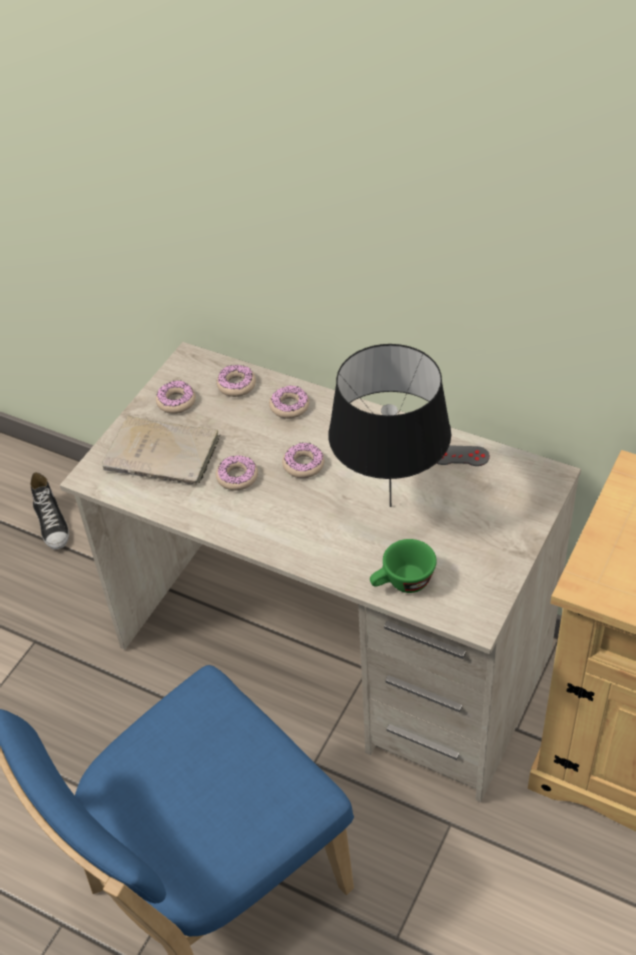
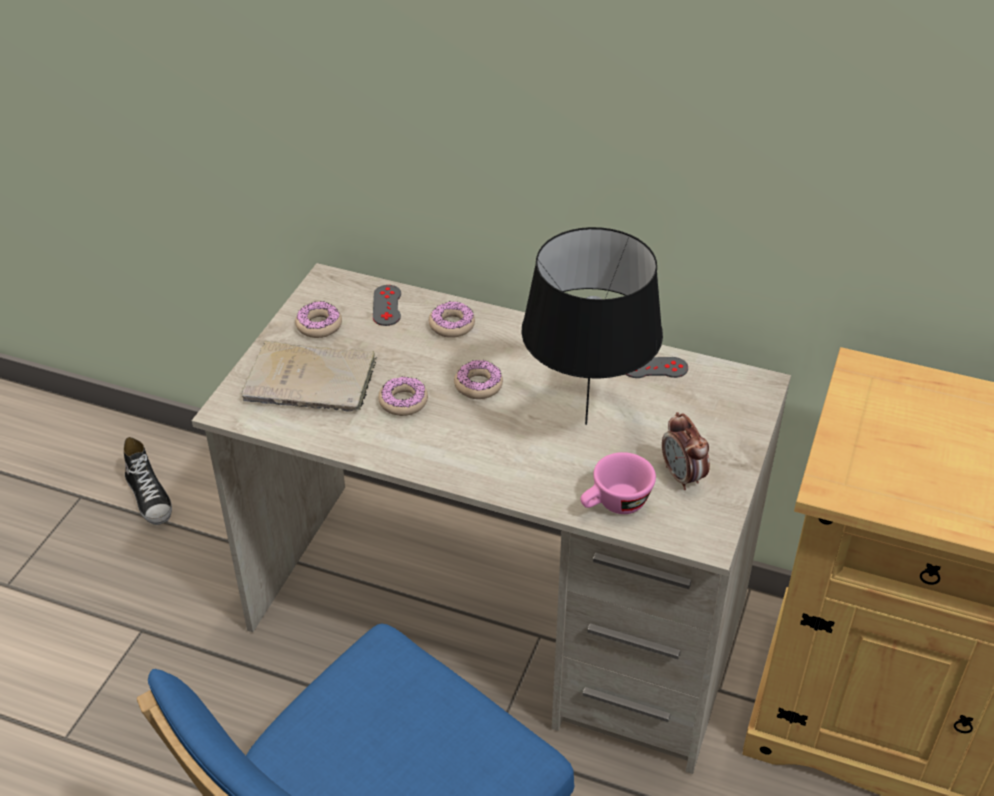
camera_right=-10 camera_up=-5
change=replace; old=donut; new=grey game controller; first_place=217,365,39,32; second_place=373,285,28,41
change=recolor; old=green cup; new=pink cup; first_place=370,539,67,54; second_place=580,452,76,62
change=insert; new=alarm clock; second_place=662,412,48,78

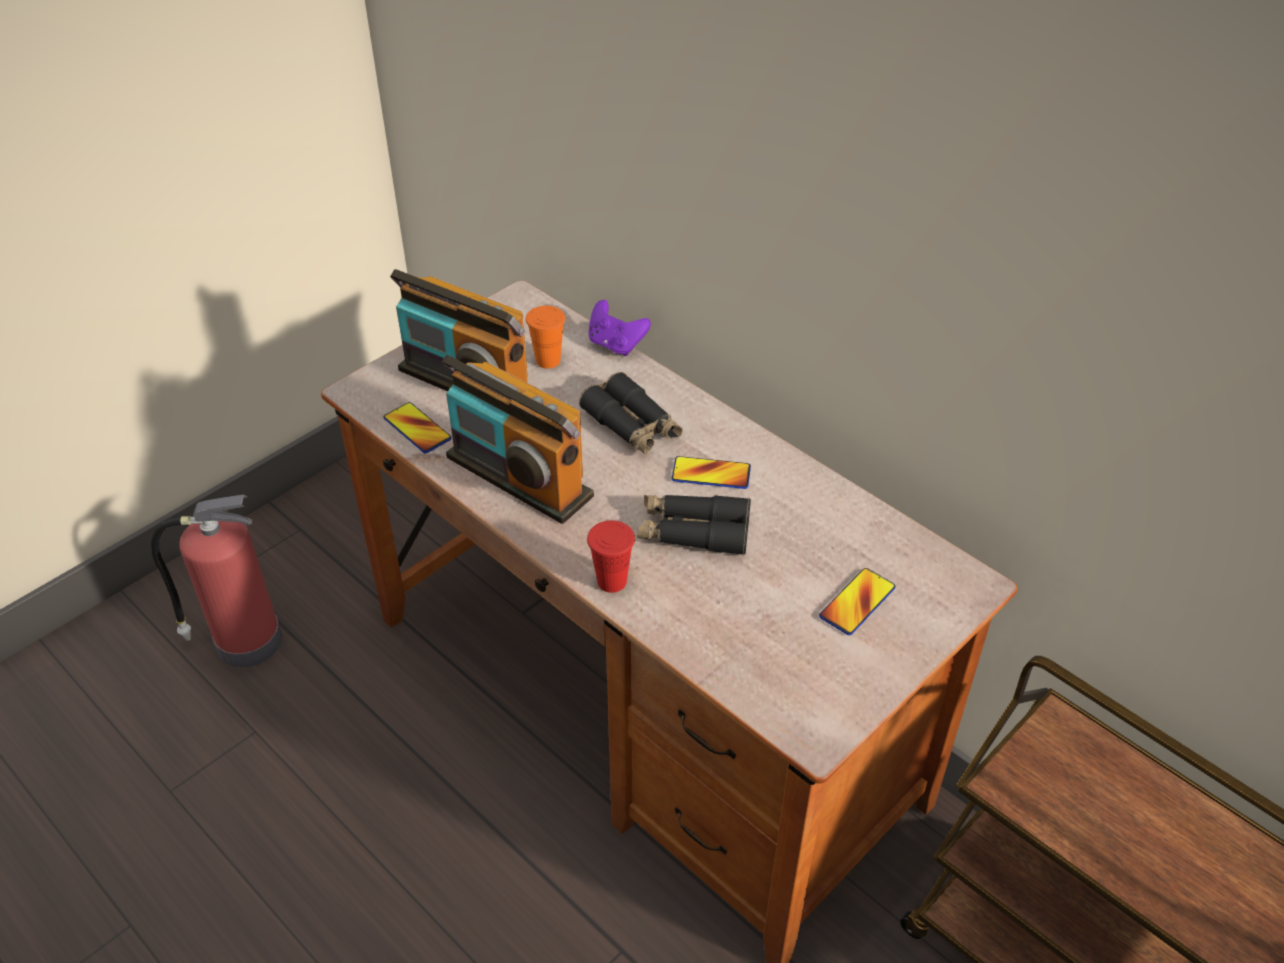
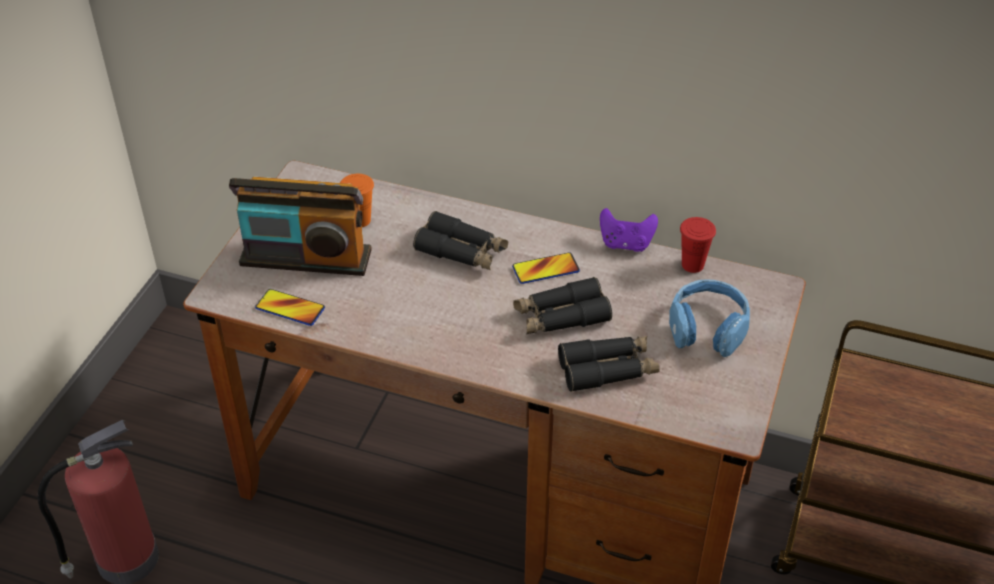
camera_right=-25 camera_up=0
change=move; old=purple game controller; first_place=588,300,63,56; second_place=600,208,58,44
change=delete; old=radio; first_place=442,355,152,169
change=move; old=red cup; first_place=587,520,48,73; second_place=680,217,36,56
change=replace; old=phone; new=blue headphones; first_place=819,568,77,67; second_place=669,279,81,78
change=insert; new=black binoculars; second_place=558,336,102,56

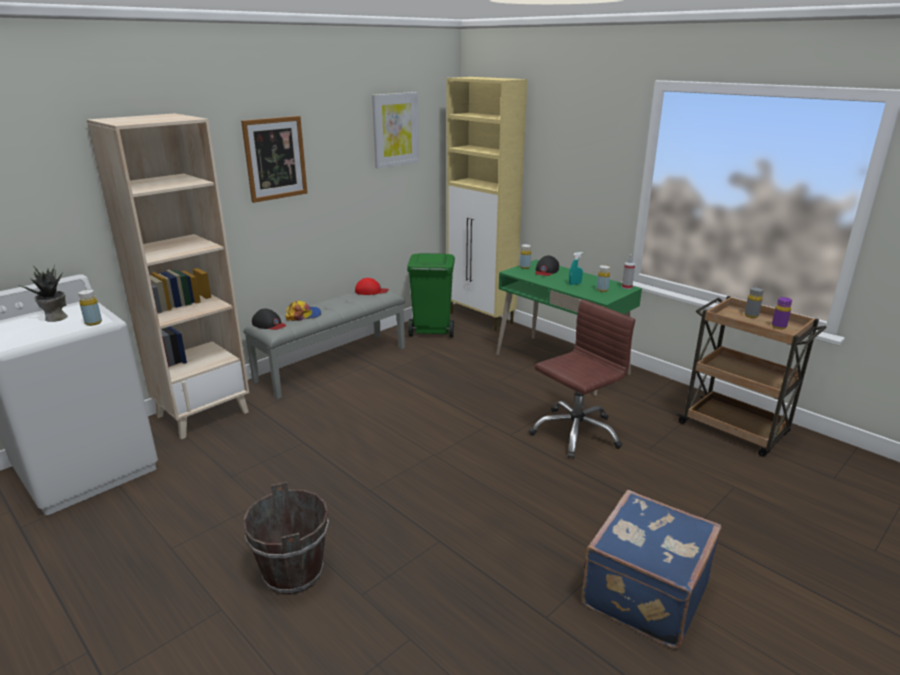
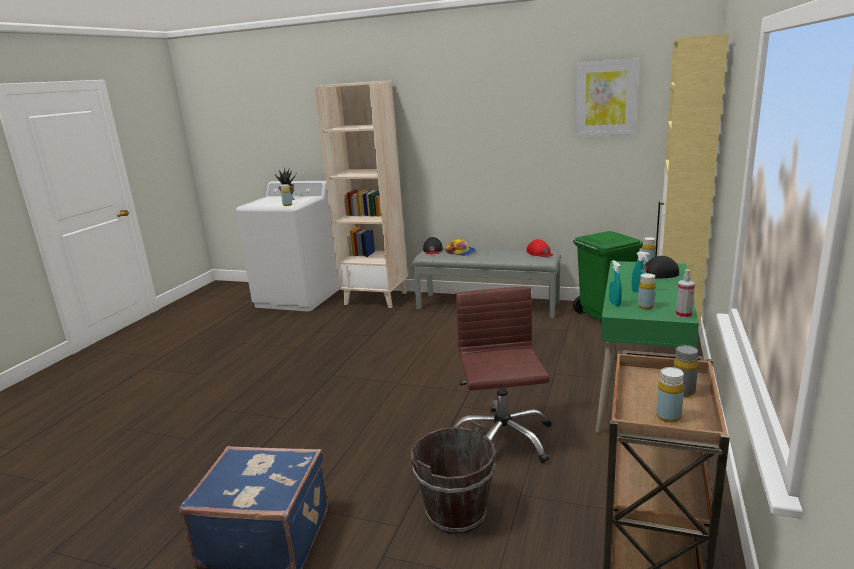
camera_right=65 camera_up=-5
change=delete; old=picture; first_place=241,116,67,87
change=recolor; old=purple bottle; new=yellow bottle; first_place=772,297,20,32; second_place=656,367,28,56
change=rotate; old=brown office chair; first_place=529,299,106,160; second_place=454,286,98,177; degrees=-120
change=move; old=brown bucket; first_place=243,482,86,113; second_place=411,421,85,113
change=insert; new=turquoise spray bottle; second_place=609,260,13,47

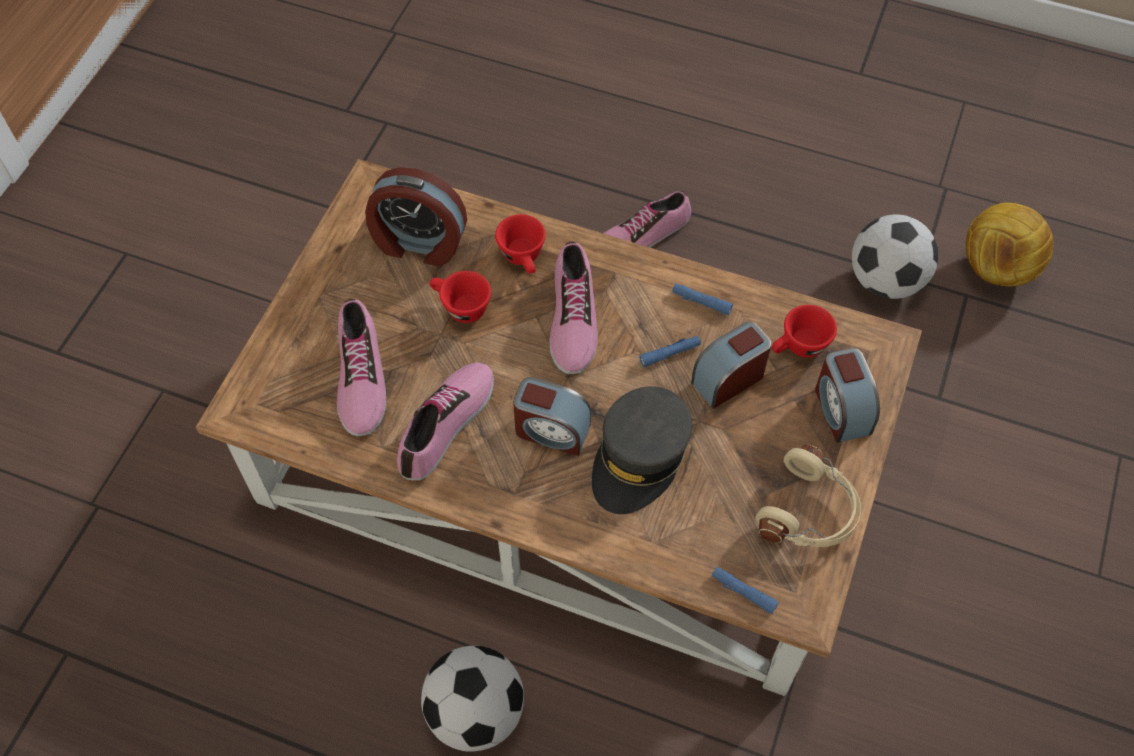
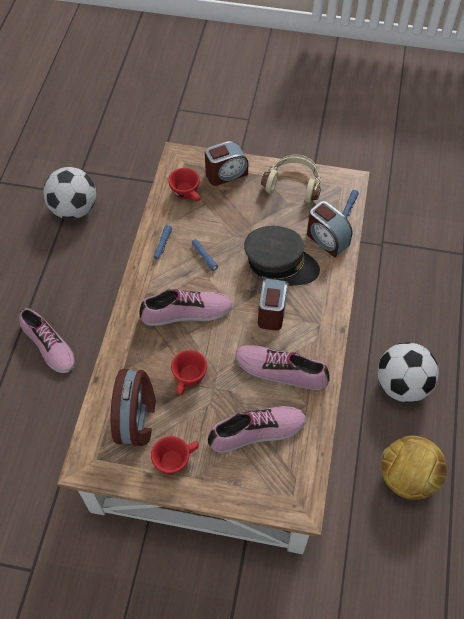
camera_right=-100 camera_up=0
change=move; old=football; first_place=966,202,87,85; second_place=382,435,65,65
change=move; old=red cup; first_place=495,214,51,60; second_place=151,436,48,39
change=move; old=alarm clock; first_place=691,322,81,87; second_place=307,201,46,57

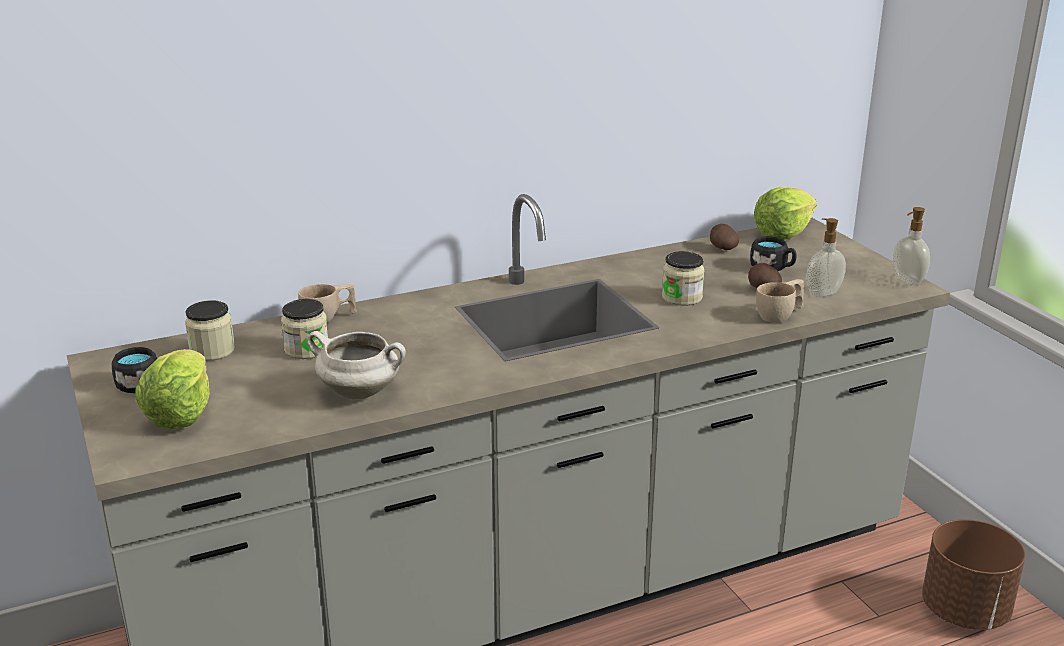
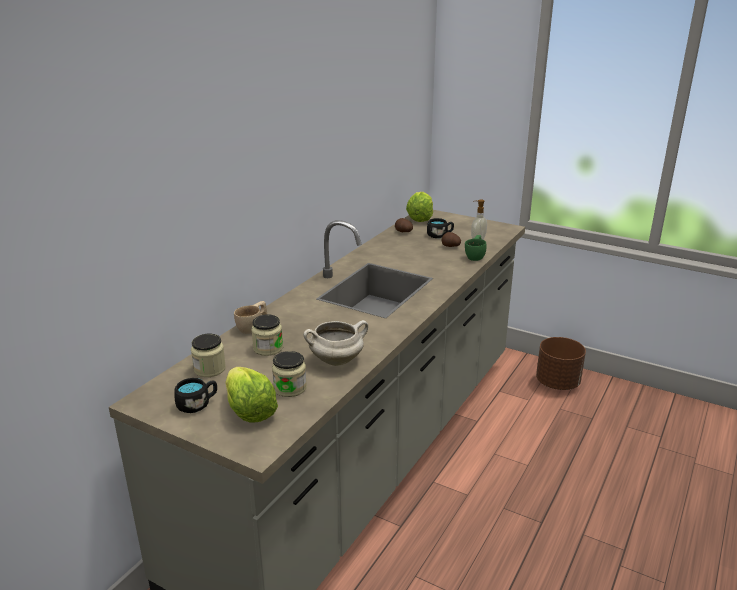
camera_right=-35 camera_up=0
change=delete; old=soap dispenser; first_place=893,207,37,78
change=move; old=jar; first_place=662,251,43,55; second_place=272,351,35,46
change=recolor; old=beige cup; new=green cup; first_place=756,279,48,44; second_place=465,235,21,26

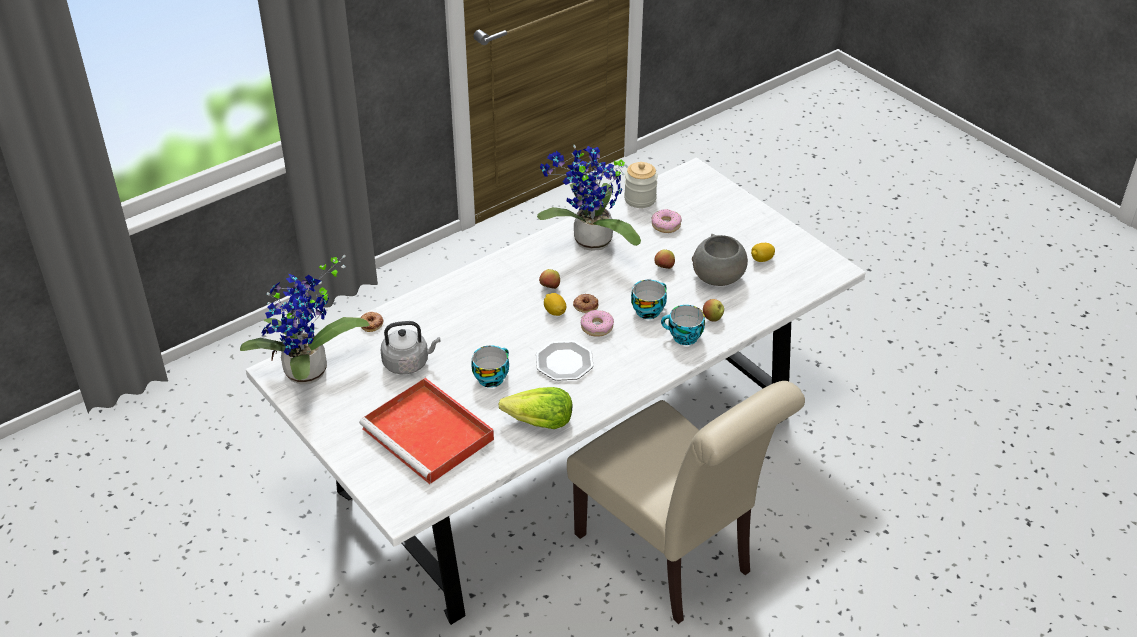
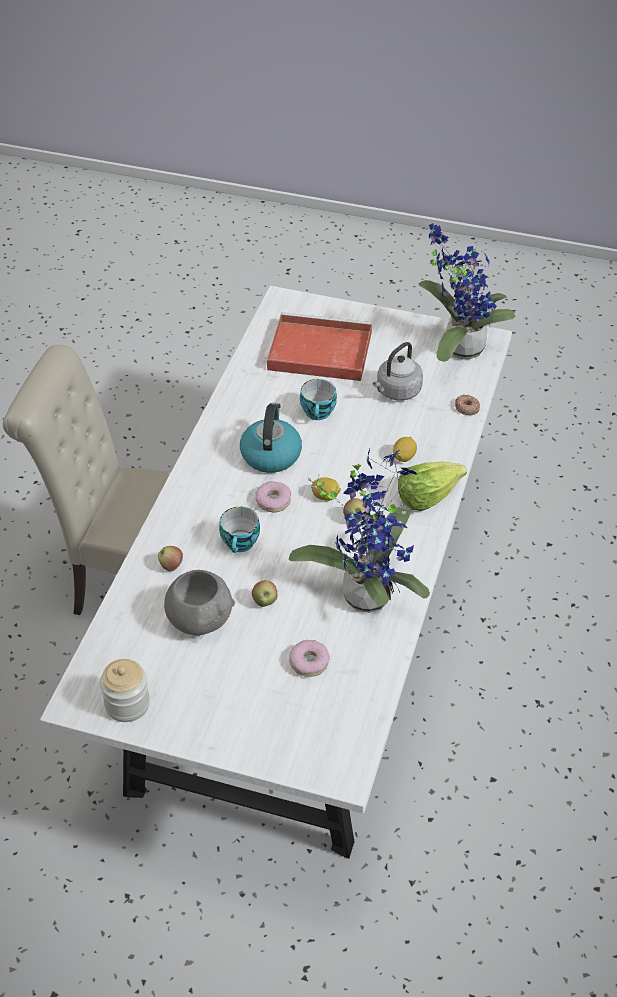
camera_right=145 camera_up=5
change=move; old=jar; first_place=624,162,34,46; second_place=100,659,50,63
change=move; old=lemon; first_place=751,243,24,19; second_place=393,437,24,25
change=delete; old=donut; first_place=573,294,25,19
change=delete; old=cup; first_place=661,305,44,40
change=replace; old=plate; new=kettle; first_place=536,340,58,41; second_place=240,403,62,70
change=move; old=lettuce; first_place=498,387,74,42; second_place=398,461,69,50

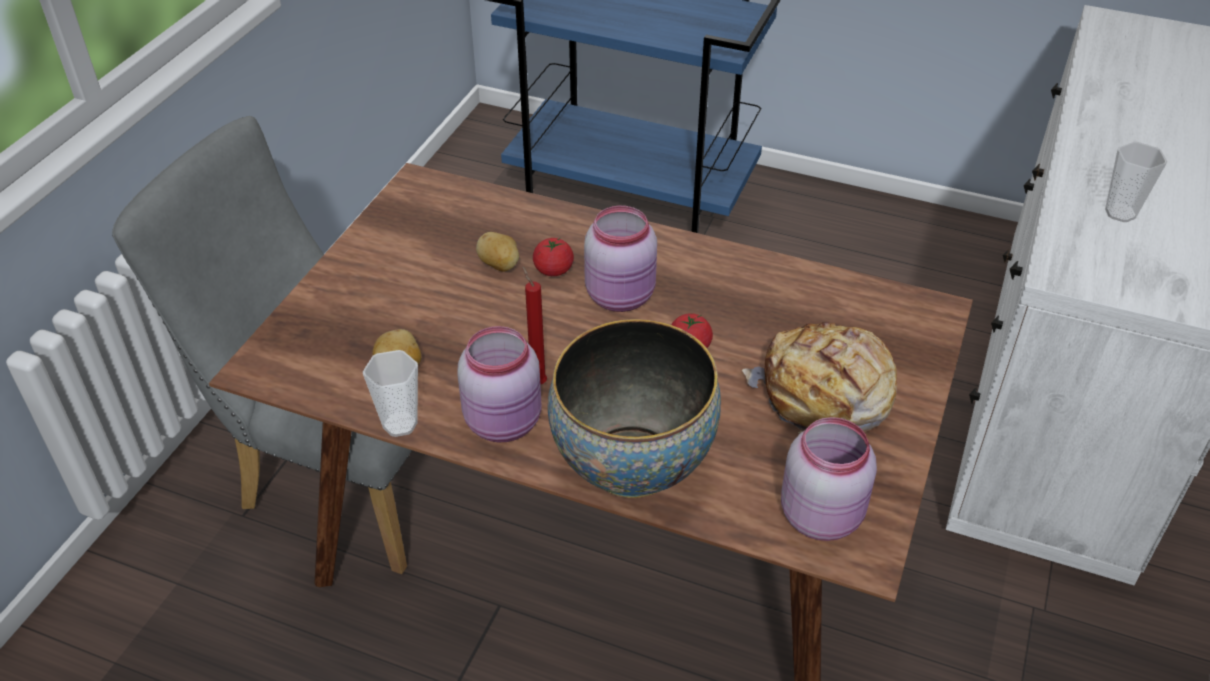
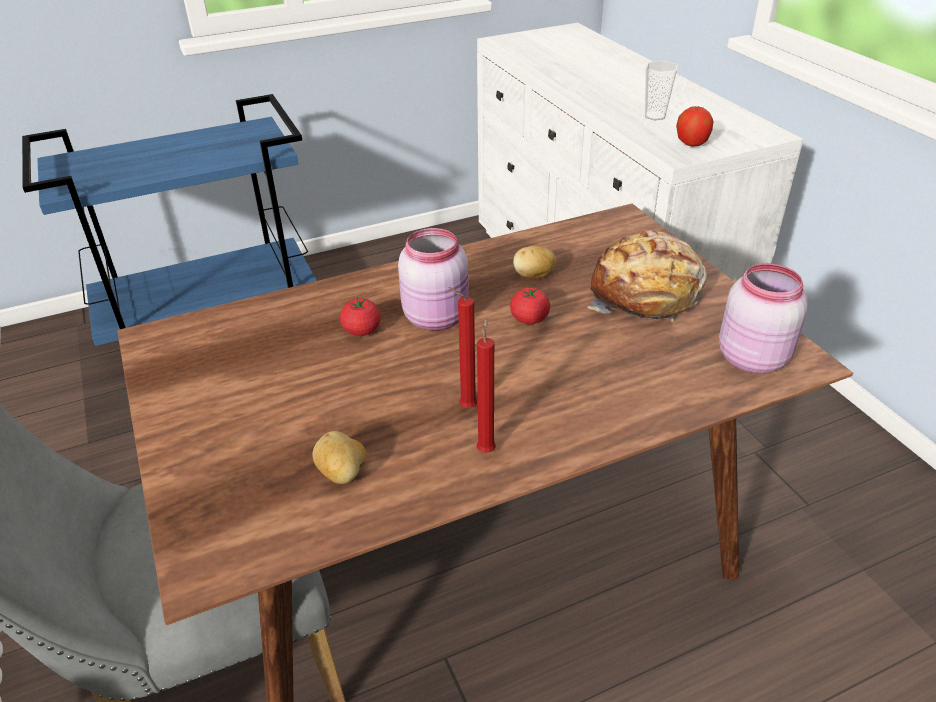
camera_right=-45 camera_up=-5
change=move; old=potato; first_place=476,232,43,40; second_place=513,246,43,32
change=delete; old=bowl; first_place=548,319,173,179
change=replace; old=pink jar; new=red candle; first_place=457,326,84,116; second_place=477,318,19,135
change=delete; old=cup; first_place=363,350,55,87
change=insert; new=apple; second_place=676,106,38,40

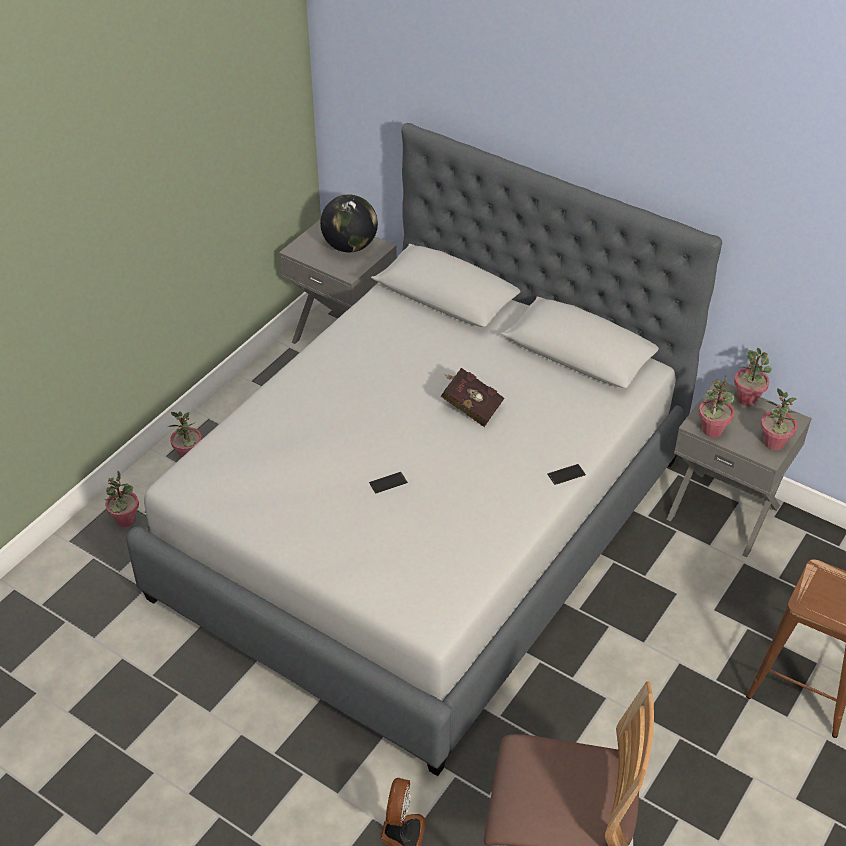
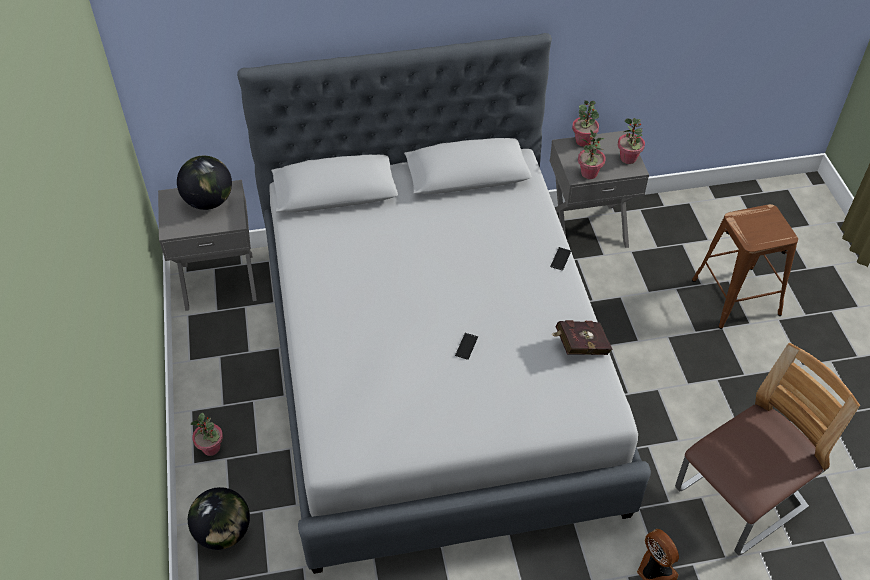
camera_right=-45 camera_up=5
change=move; old=red book; first_place=441,368,64,59; second_place=553,320,59,35
change=replace; old=potted plant; new=globe; first_place=105,470,34,57; second_place=188,487,62,63

